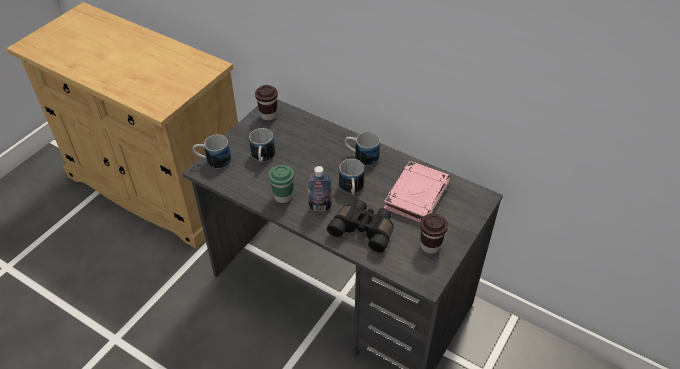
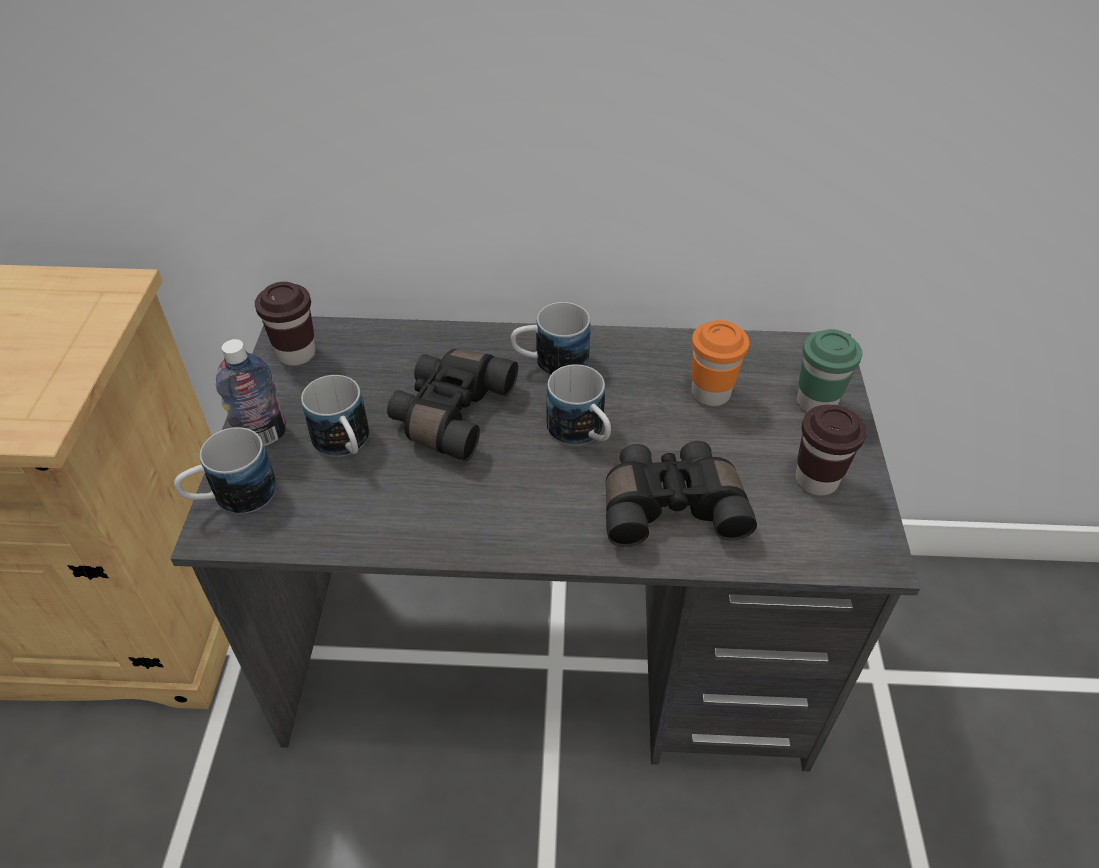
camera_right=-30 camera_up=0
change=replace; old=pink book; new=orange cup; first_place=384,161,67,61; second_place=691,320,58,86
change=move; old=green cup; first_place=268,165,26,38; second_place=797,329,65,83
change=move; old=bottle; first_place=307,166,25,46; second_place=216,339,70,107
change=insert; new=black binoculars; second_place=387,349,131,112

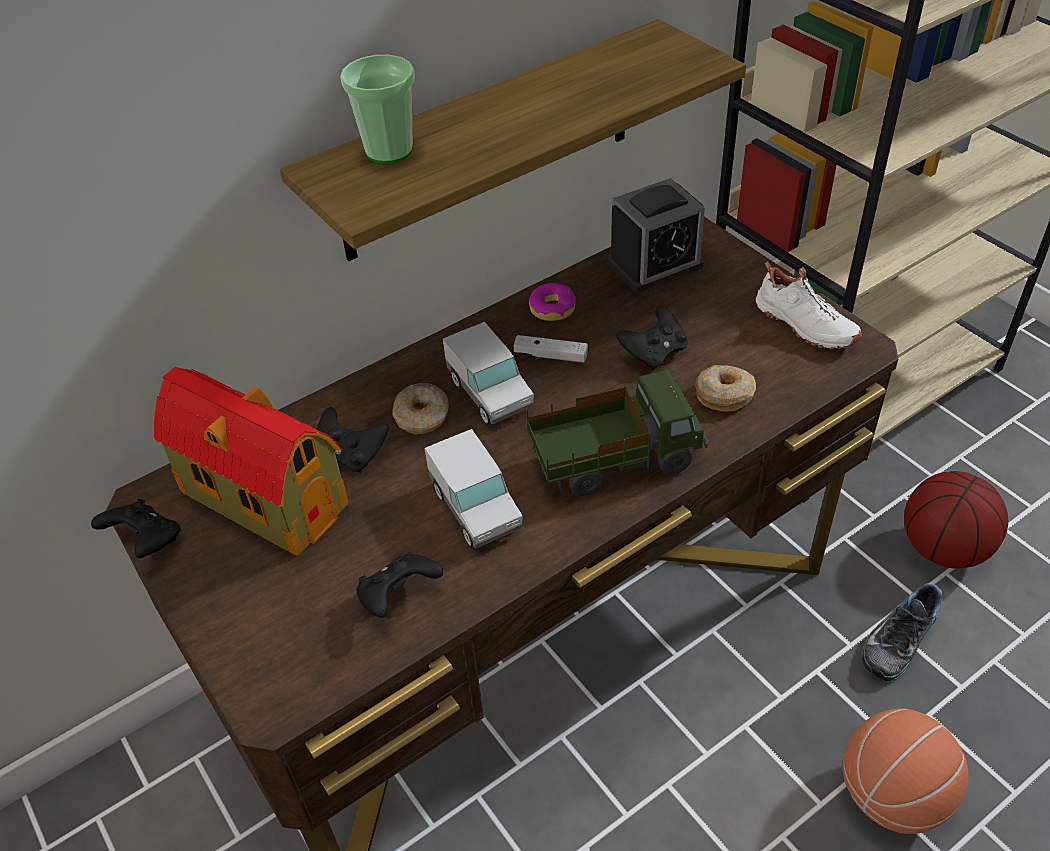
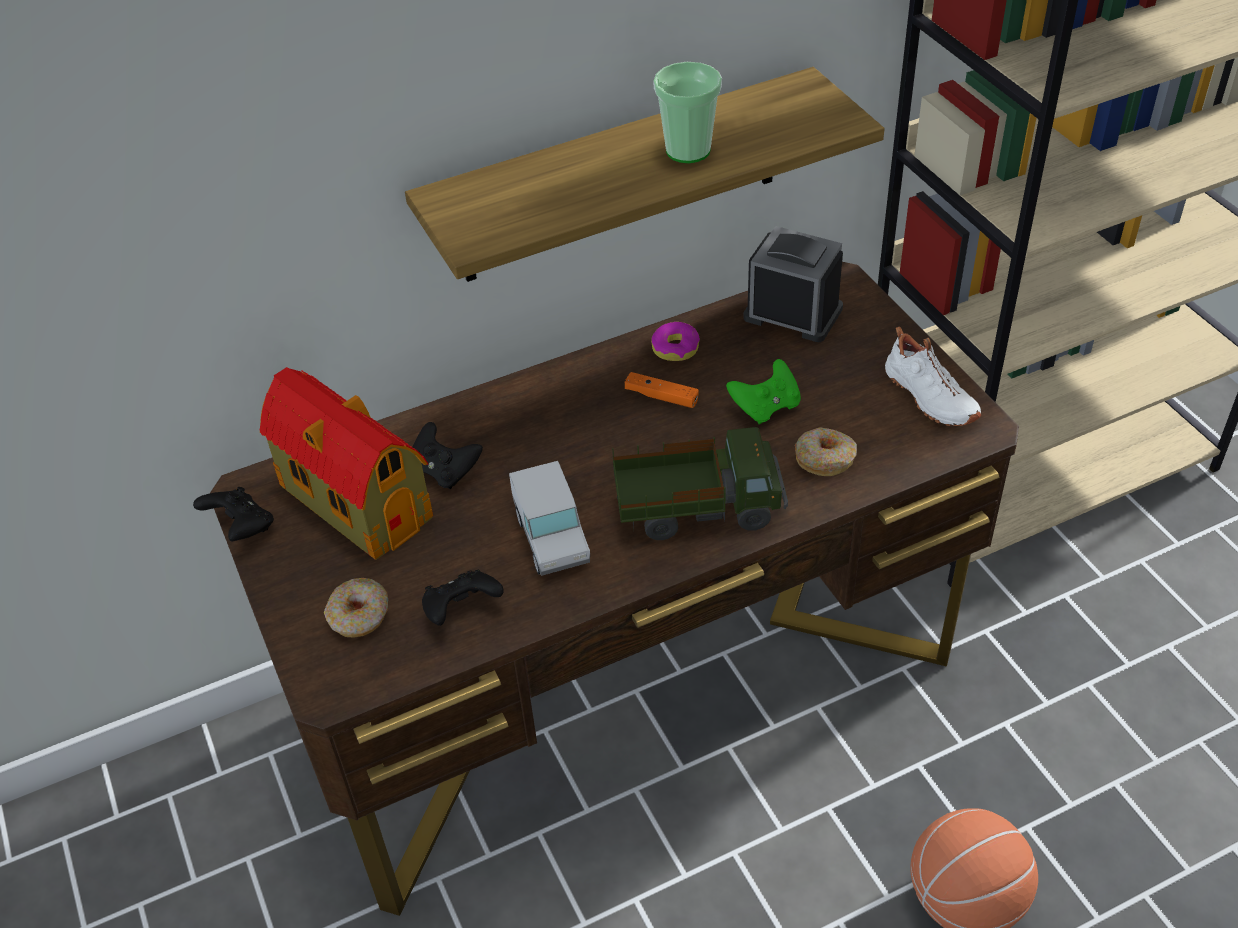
camera_right=10 camera_up=0
change=move; old=cup; first_place=340,55,75,109; second_place=653,62,69,101
change=rotate; old=alarm clock; first_place=607,178,98,114; second_place=743,226,100,116; degrees=-135
change=recolor; old=black game controller; new=green game controller; first_place=616,305,72,65; second_place=726,359,75,65
change=delete; old=toy truck; first_place=443,322,91,103
change=recolor; old=white game controller; new=orange game controller; first_place=514,335,74,28; second_place=625,372,74,36
change=move; old=donut; first_place=392,383,57,52; second_place=324,578,64,60
change=delete; old=basketball; first_place=904,471,104,98
change=delete; old=shoe; first_place=862,583,81,98

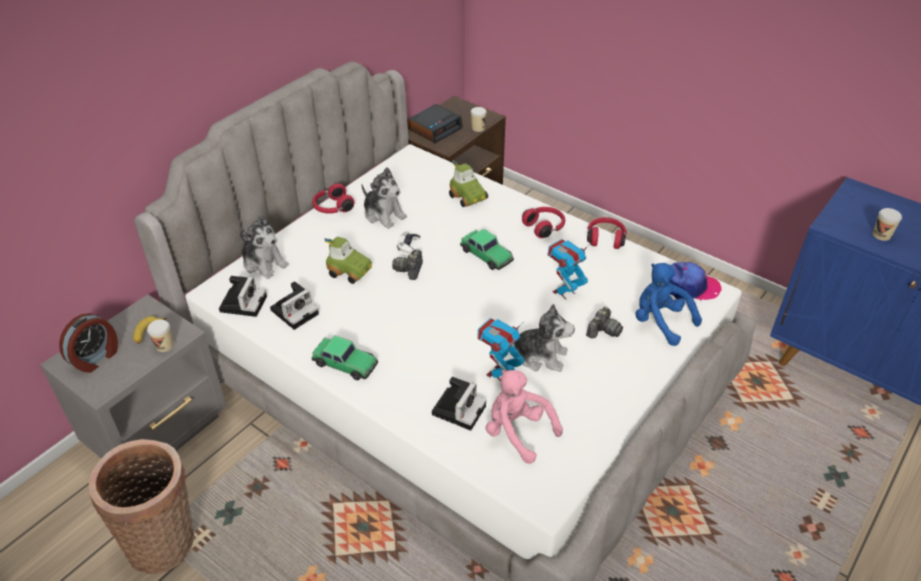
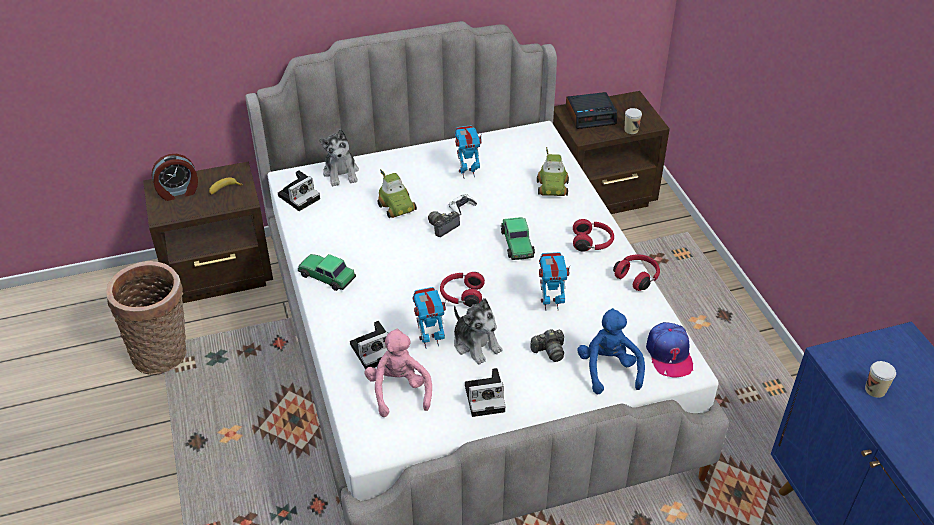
camera_right=35 camera_up=0
change=replace; old=plush toy; new=toy robot; first_place=362,167,45,62; second_place=454,125,28,53
change=move; old=red headphones; first_place=312,183,42,31; second_place=440,272,45,35
change=rotate; old=cap; first_place=670,262,52,38; second_place=646,322,47,56; degrees=45
change=move; old=photo camera; first_place=270,281,49,49; second_place=465,368,41,49
change=recolor; old=grey nightstand; new=brown nightstand; first_place=40,294,187,164; second_place=143,161,130,142
change=delete; old=cup; first_place=147,320,27,32
change=rotate; old=toy car; first_place=312,335,66,45; second_place=298,254,58,37; degrees=150

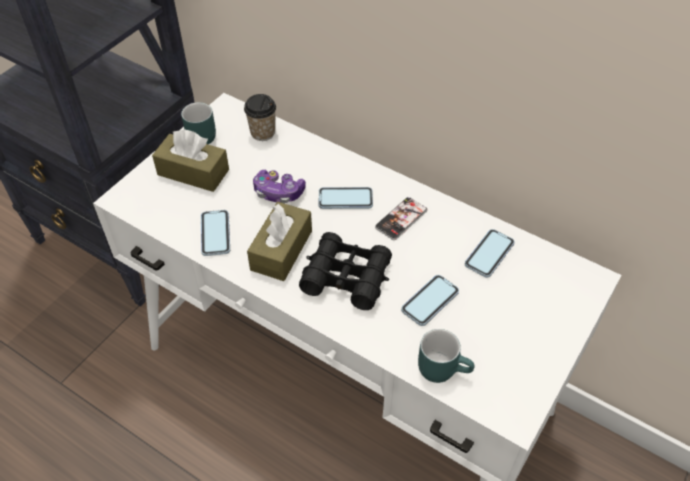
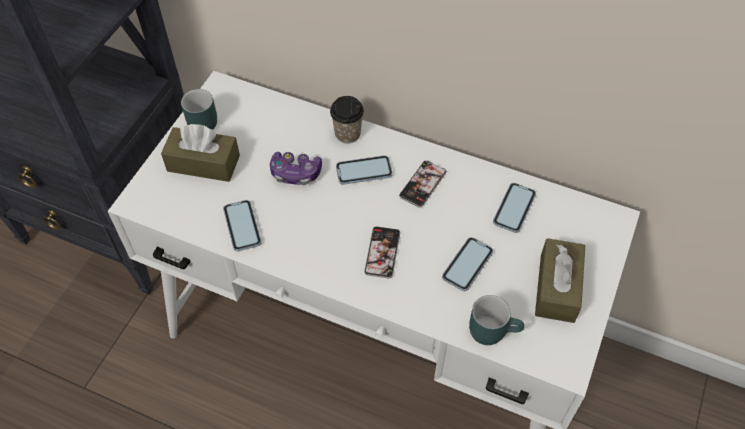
camera_right=-10 camera_up=5
change=move; old=cup; first_place=244,94,32,47; second_place=330,96,34,47
change=move; old=brown tissue box; first_place=247,202,65,79; second_place=535,238,50,85
change=replace; old=black binoculars; new=phone; first_place=299,232,93,78; second_place=364,226,36,52

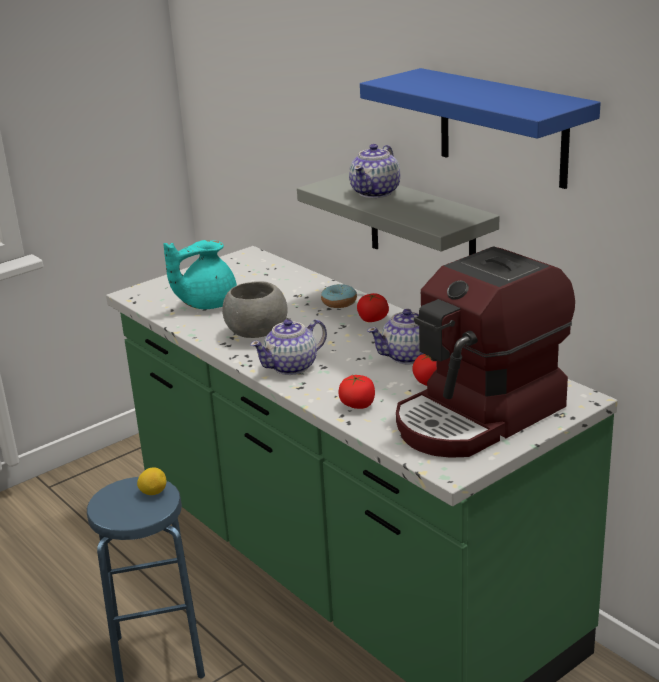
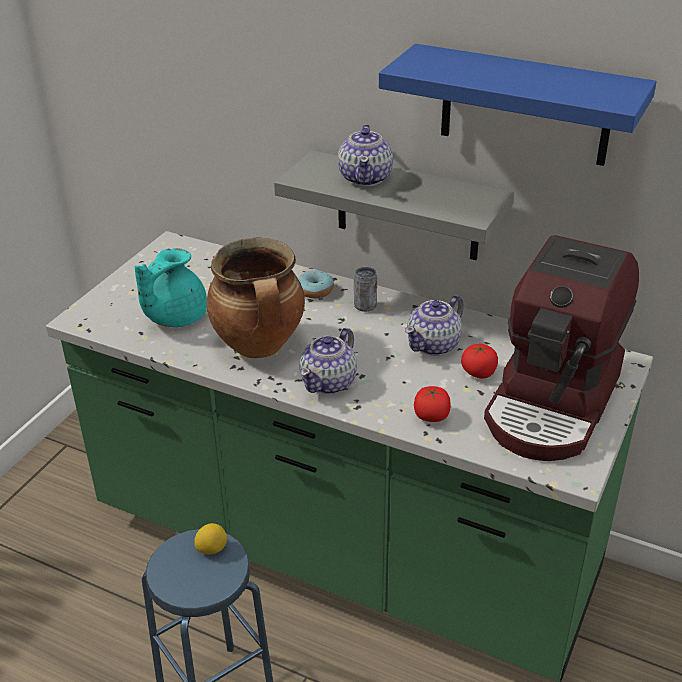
camera_right=-25 camera_up=10
change=replace; old=grey bowl; new=cooking pot; first_place=222,281,66,57; second_place=206,238,99,120
change=replace; old=tomato; new=can; first_place=357,293,32,29; second_place=354,267,23,45

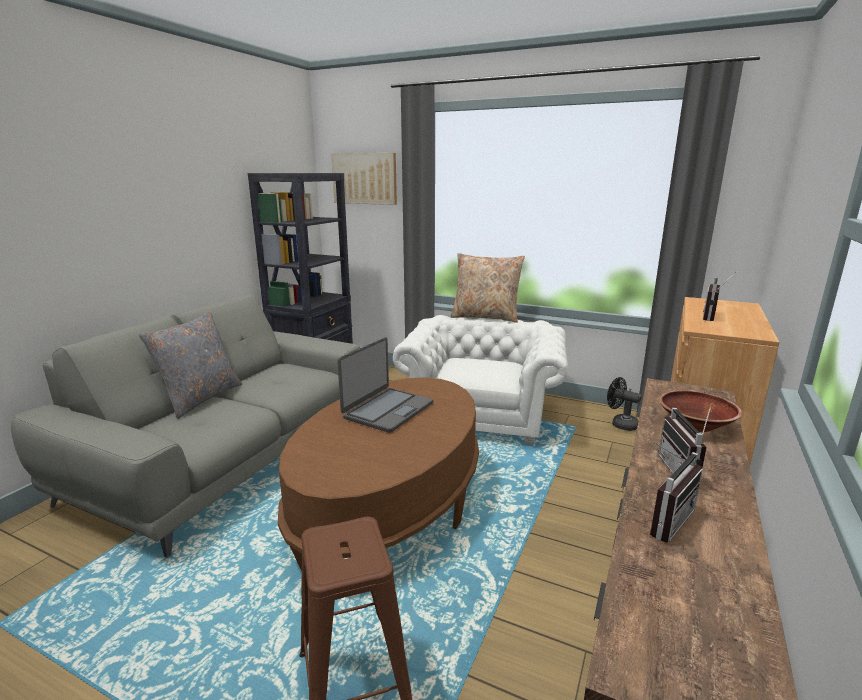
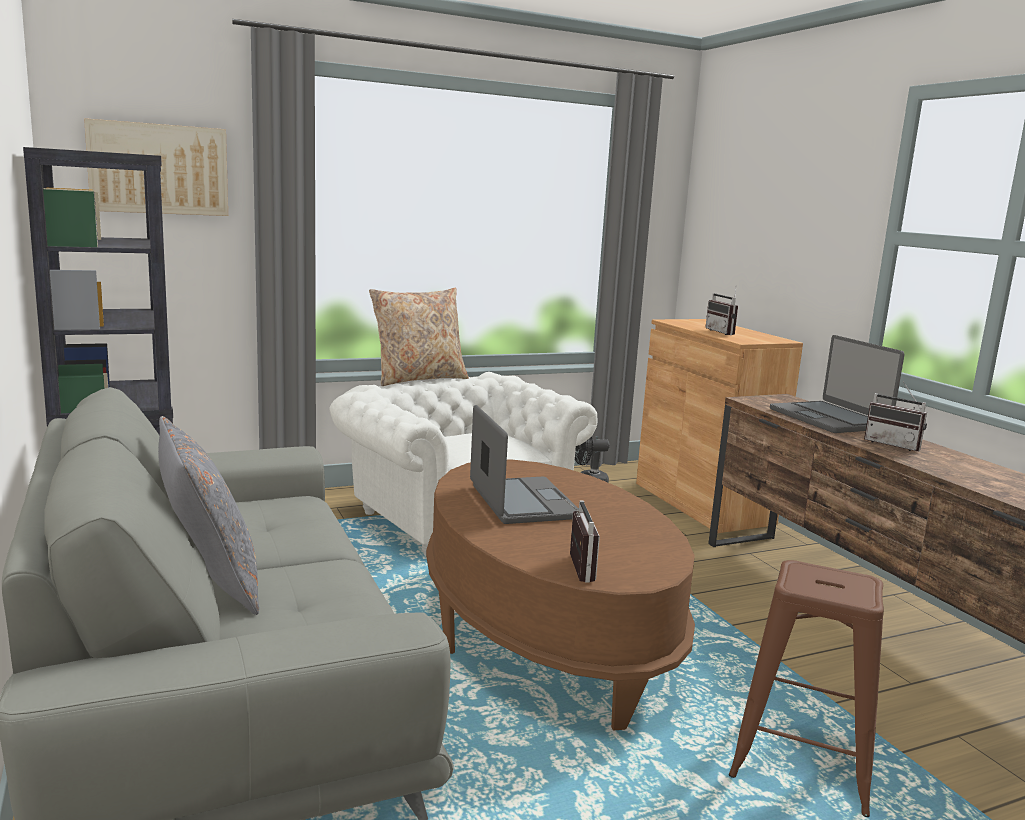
camera_right=-50 camera_up=-5
change=replace; old=brown bowl; new=laptop; first_place=659,390,83,42; second_place=770,335,134,98
change=move; old=radio; first_place=650,442,53,101; second_place=562,498,38,85

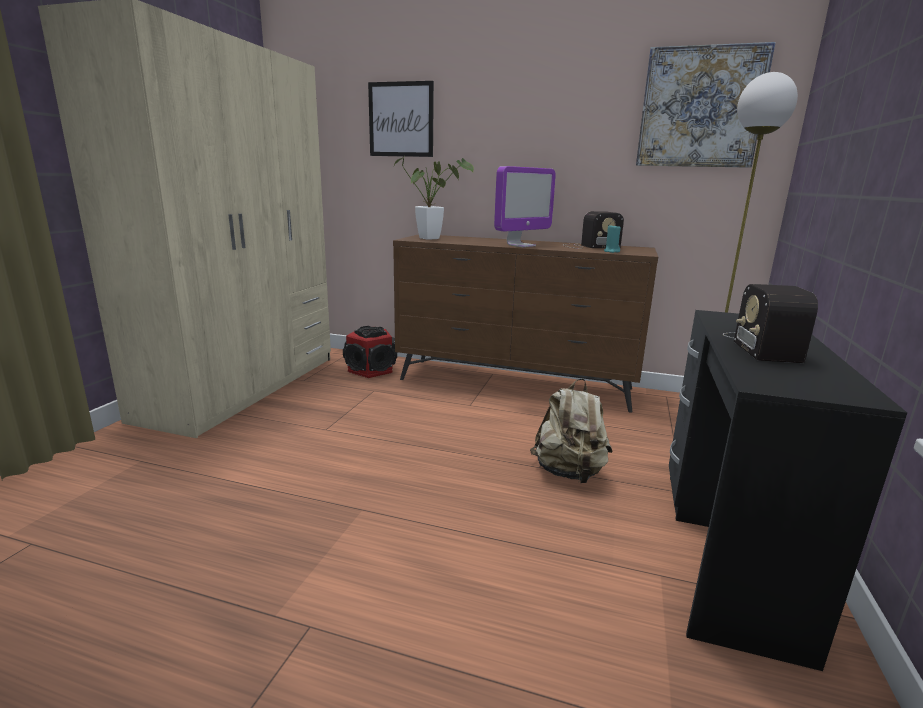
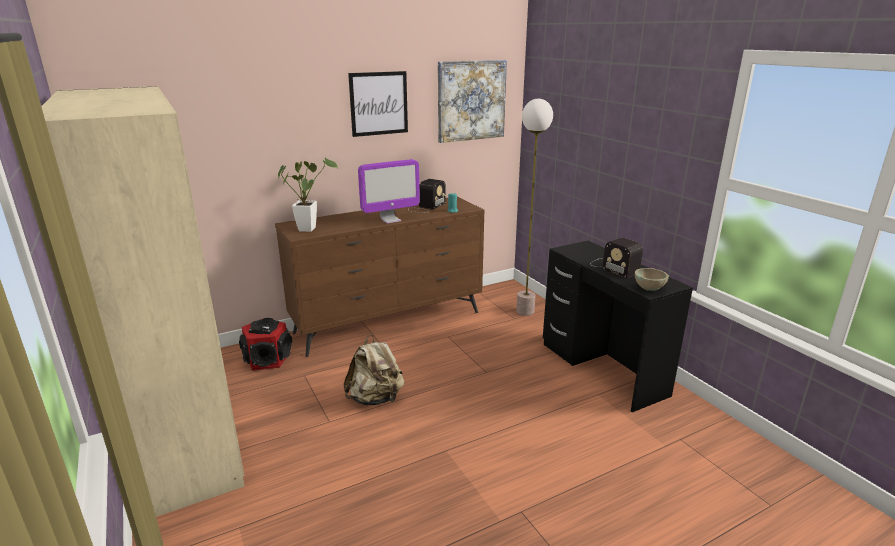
camera_right=-45 camera_up=5
change=move; old=picture; first_place=368,81,66,76; second_place=348,71,60,66
change=rotate; old=monitor; first_place=494,166,62,81; second_place=358,159,62,64; degrees=60
change=move; old=beige backpack; first_place=530,378,83,105; second_place=344,334,61,71
change=insert; new=beige bowl; second_place=635,268,34,23

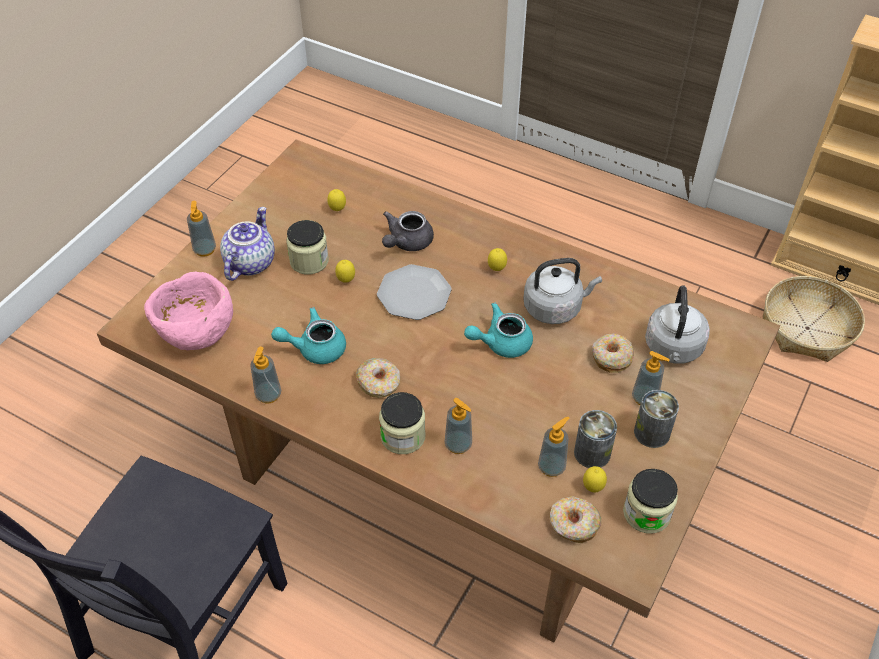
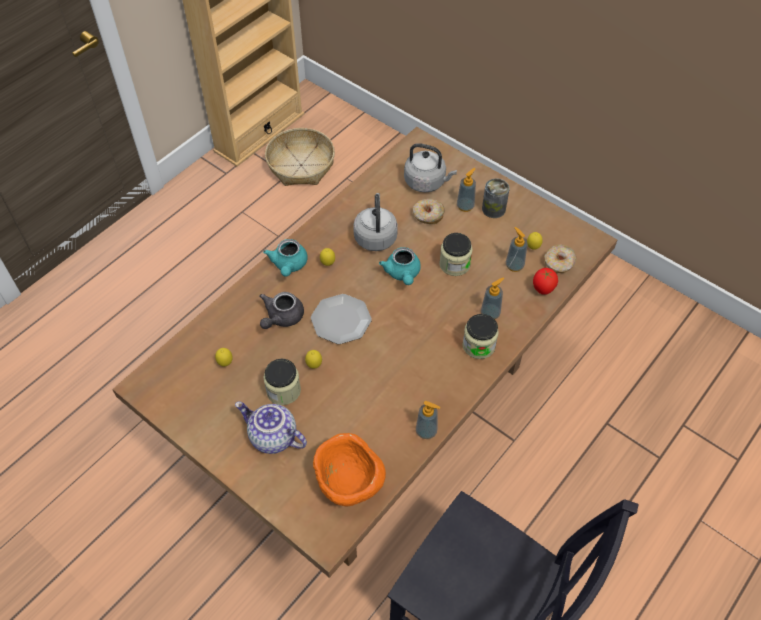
camera_right=-80 camera_up=5
change=delete; old=soap dispenser; first_place=187,201,29,56
change=rotate; old=grey teapot; first_place=382,211,52,40; second_place=259,292,45,37; degrees=75
change=recolor; old=pink bowl; new=orange bowl; first_place=144,271,89,79; second_place=313,433,73,73
change=move; old=turquoise teapot; first_place=271,307,75,57; second_place=263,239,45,38
change=delete; old=donut; first_place=356,358,45,40
change=delete; old=can; first_place=574,410,43,58
change=move; old=jar; first_place=623,469,55,65; second_place=439,233,33,43
change=insert; new=tomato; second_place=533,268,25,27

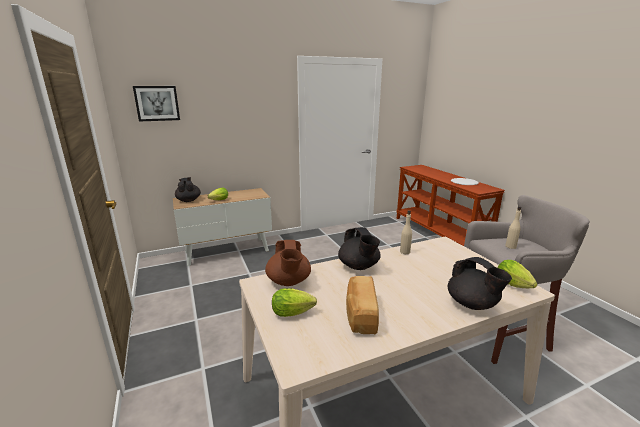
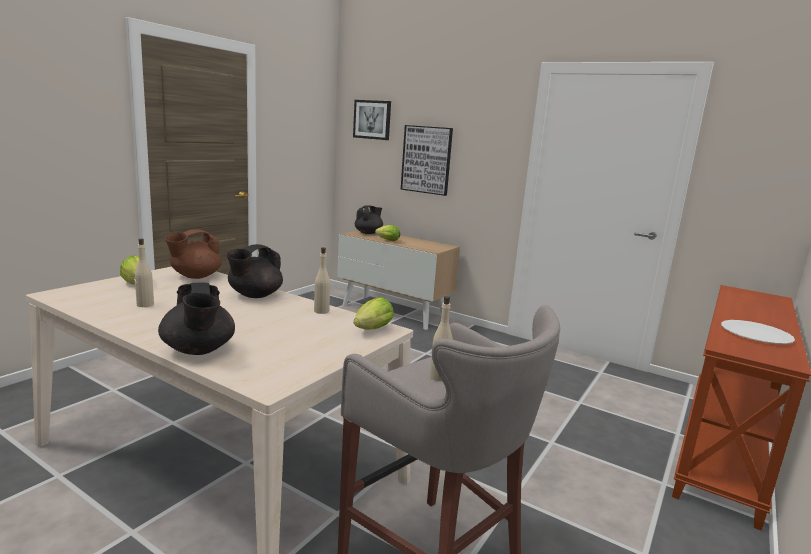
camera_right=55 camera_up=-5
change=rotate; old=black teapot; first_place=448,257,64,53; second_place=158,283,77,72; degrees=-45
change=move; old=lettuce; first_place=498,260,40,28; second_place=354,297,40,33
change=replace; old=bread; new=beige bottle; first_place=346,276,33,59; second_place=134,238,20,69
change=insert; new=picture; second_place=401,125,52,71

